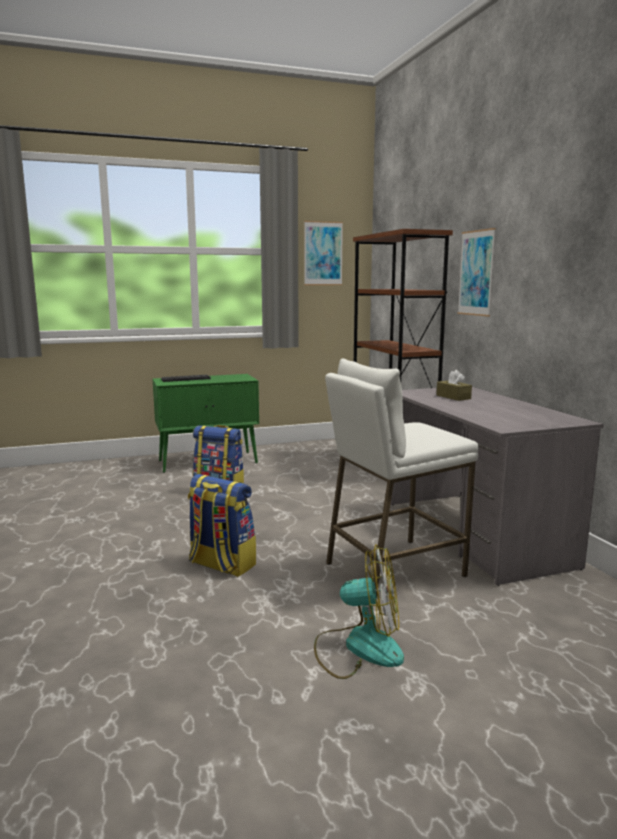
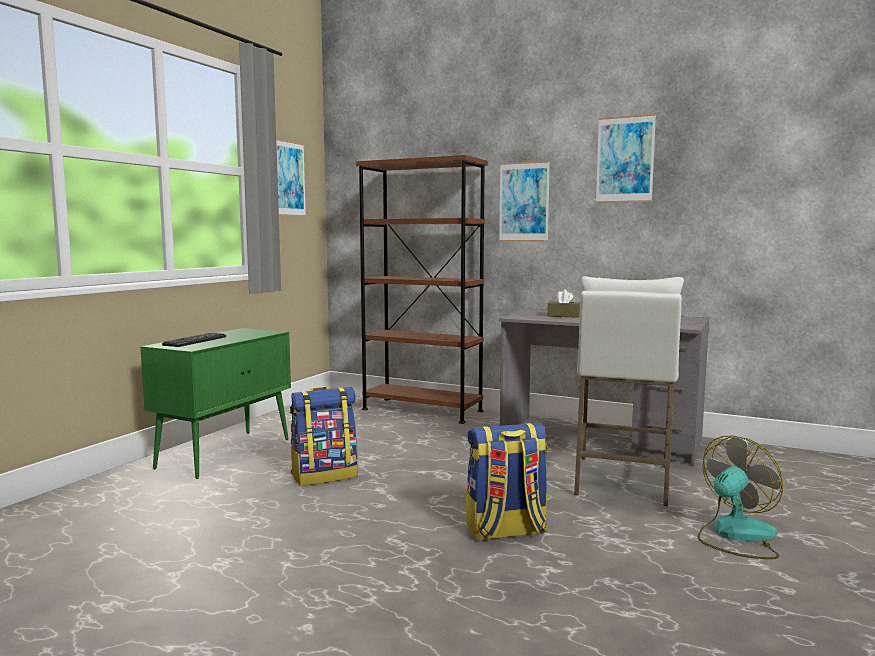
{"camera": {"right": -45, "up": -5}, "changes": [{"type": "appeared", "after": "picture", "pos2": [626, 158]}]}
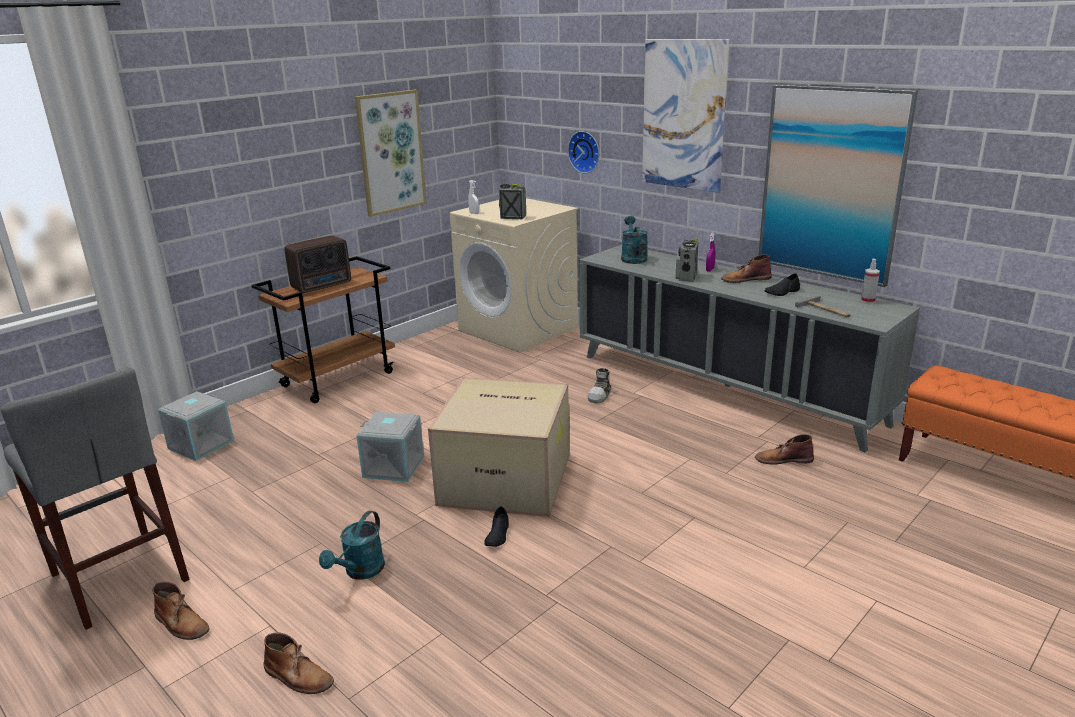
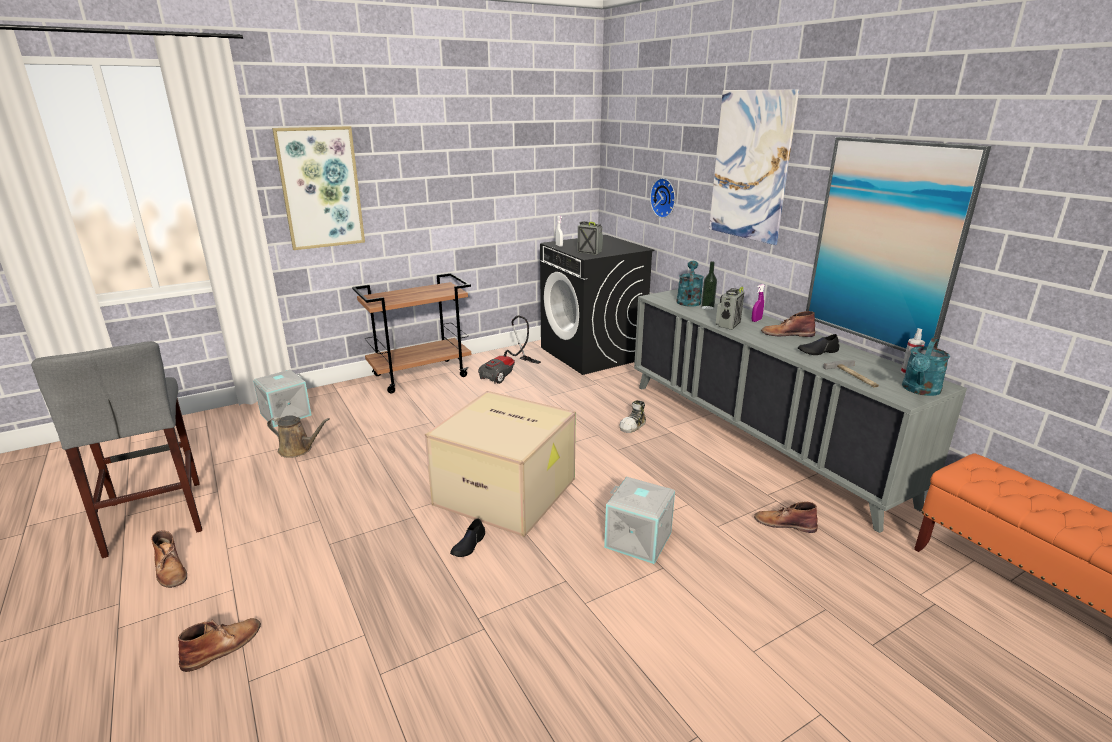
{"camera": {"right": 15, "up": 0}, "changes": [{"type": "relocated", "before": "picture", "pos1": [391, 153], "pos2": [318, 188]}, {"type": "colour", "before": "beige washing machine", "after": "blackish washing machine", "pos1": [514, 275], "pos2": [597, 305]}, {"type": "missing", "before": "radio receiver", "pos1": [317, 264]}, {"type": "relocated", "before": "grey storage box", "pos1": [390, 447], "pos2": [639, 520]}, {"type": "relocated", "before": "turquoise watering can", "pos1": [352, 545], "pos2": [926, 366]}, {"type": "spun", "before": "brownish high-top boot", "pos1": [298, 663], "pos2": [219, 645], "turn": -90}, {"type": "appeared", "after": "bottle", "pos2": [709, 285]}, {"type": "appeared", "after": "hoover", "pos2": [509, 349]}, {"type": "appeared", "after": "brownish watering can", "pos2": [298, 436]}]}
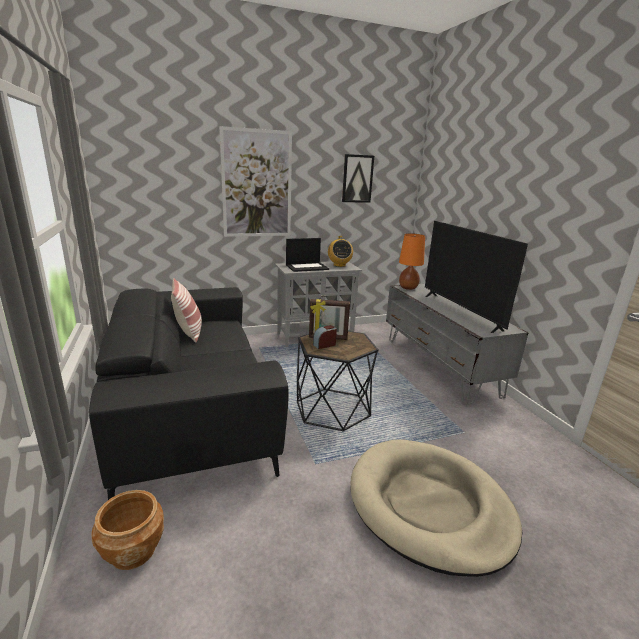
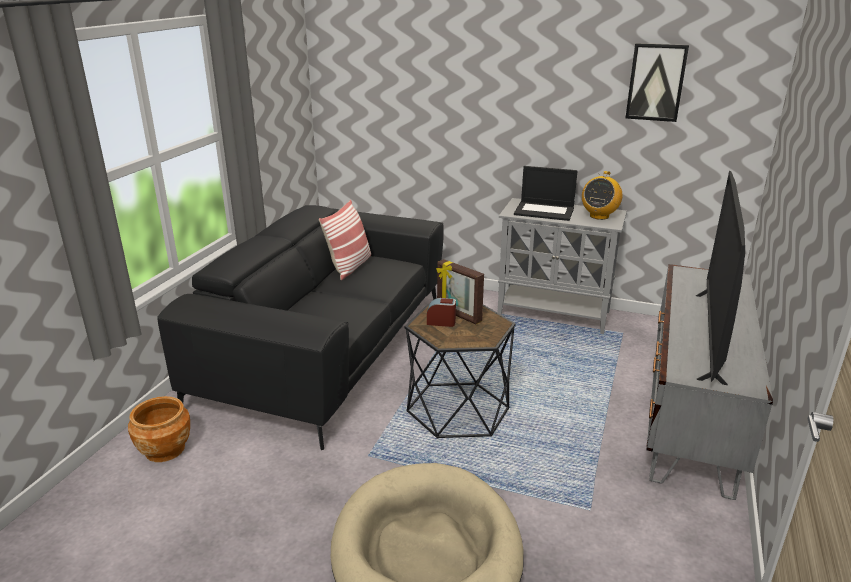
{"camera": {"right": 40, "up": 5}, "changes": [{"type": "missing", "before": "picture", "pos1": [255, 181]}, {"type": "missing", "before": "orange table lamp", "pos1": [412, 261]}]}
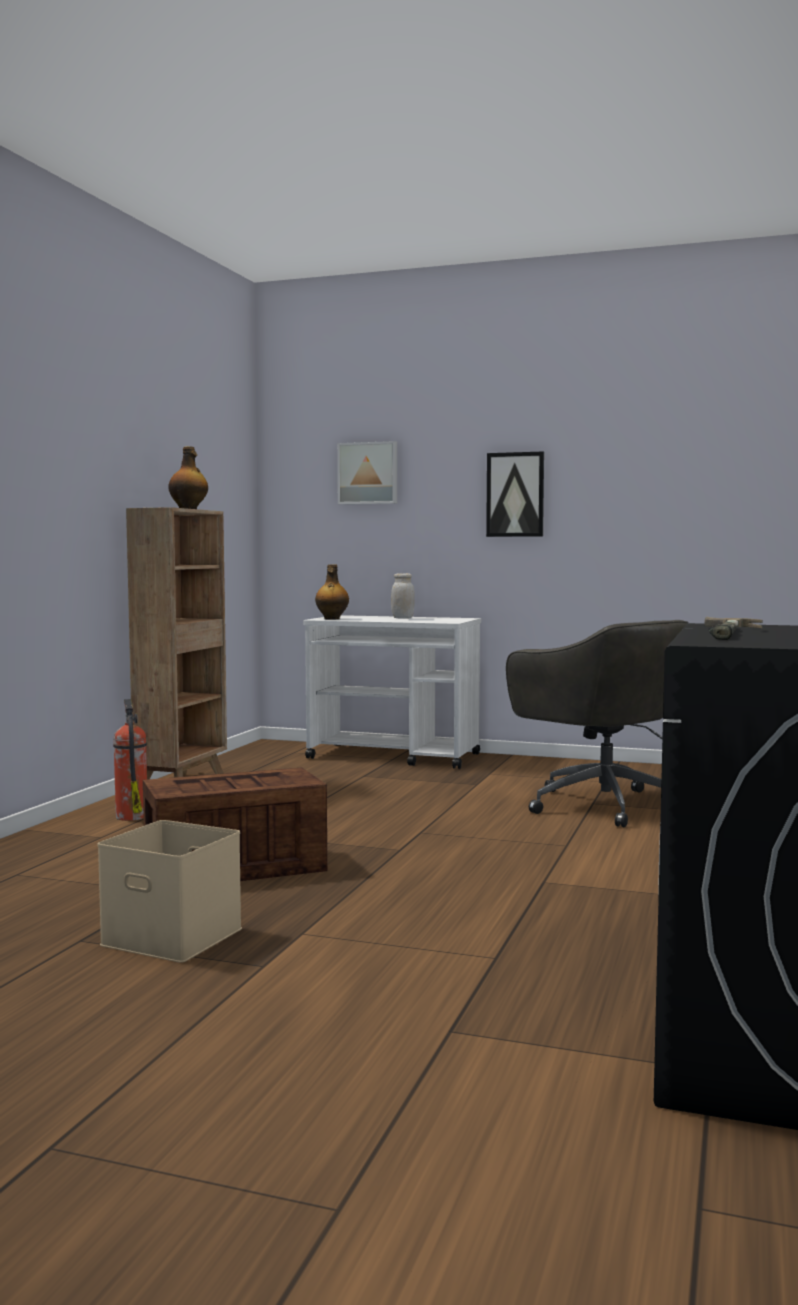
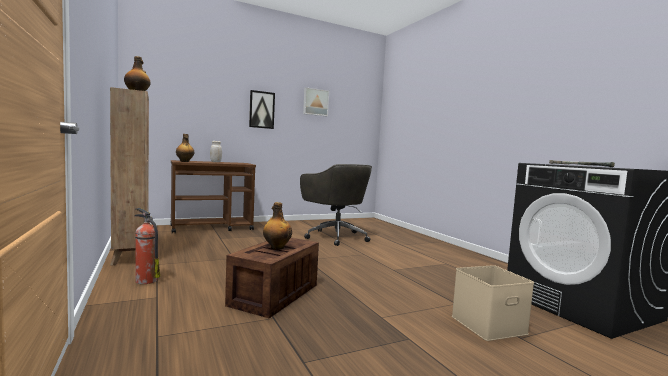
{"camera": {"right": -45, "up": 0}, "changes": [{"type": "relocated", "before": "picture", "pos1": [367, 473], "pos2": [316, 101]}, {"type": "colour", "before": "white wheeled cart", "after": "brownish wheeled cart", "pos1": [392, 692], "pos2": [213, 197]}, {"type": "spun", "before": "grey desk chair", "pos1": [597, 723], "pos2": [336, 205], "turn": 45}, {"type": "relocated", "before": "beige storage box", "pos1": [169, 891], "pos2": [493, 303]}, {"type": "appeared", "after": "bottle", "pos2": [277, 225]}]}
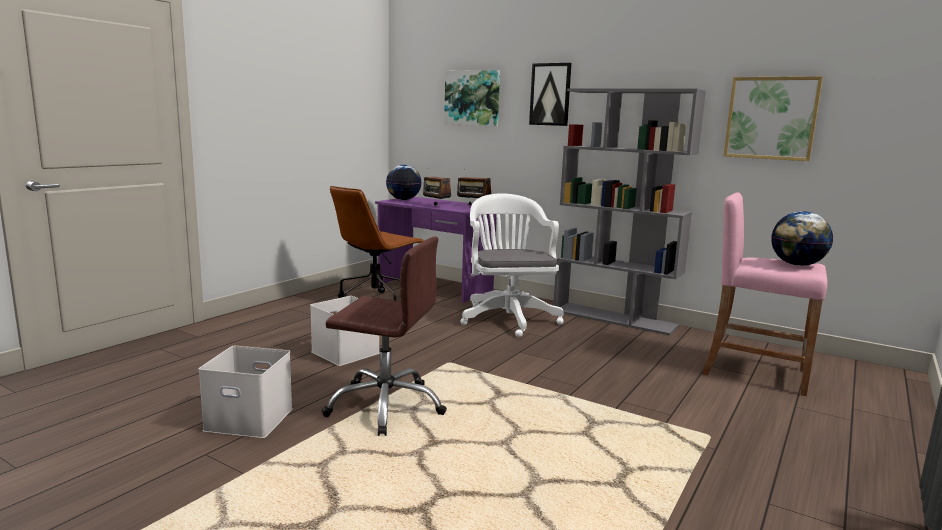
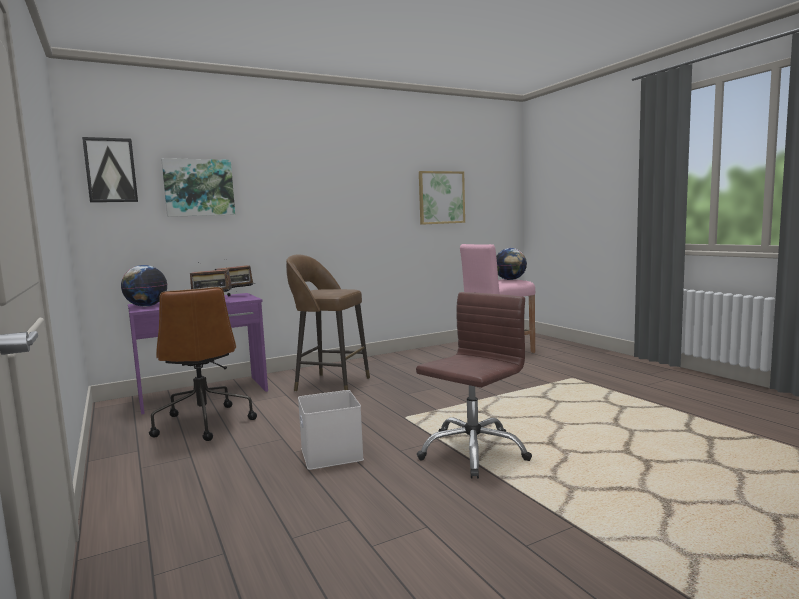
{"camera": {"right": -60, "up": -5}, "changes": [{"type": "relocated", "before": "picture", "pos1": [550, 94], "pos2": [110, 170]}, {"type": "missing", "before": "grey shelving unit", "pos1": [629, 212]}, {"type": "exchanged", "before": "white desk chair", "after": "brownish stool seat", "pos1": [512, 265], "pos2": [328, 323]}, {"type": "missing", "before": "white storage box", "pos1": [246, 392]}]}
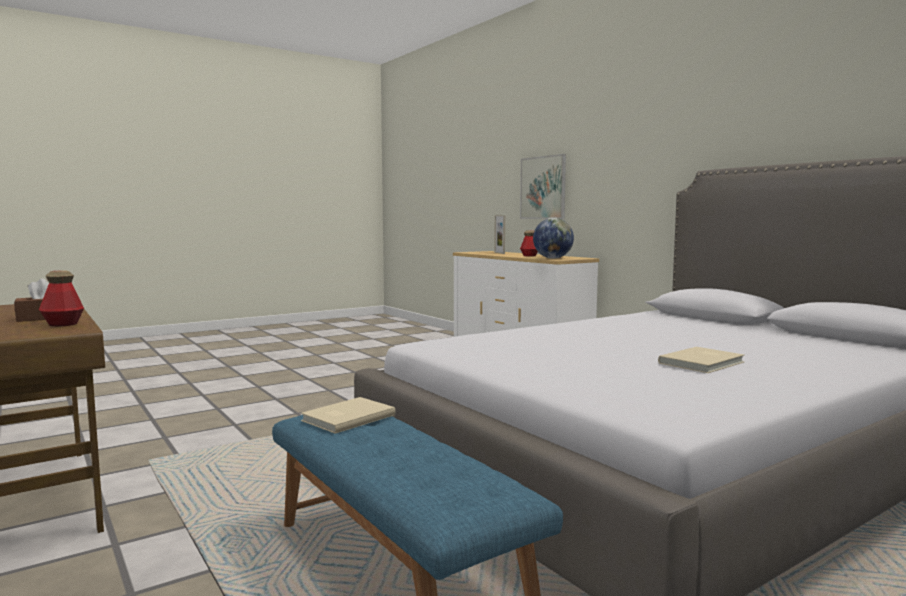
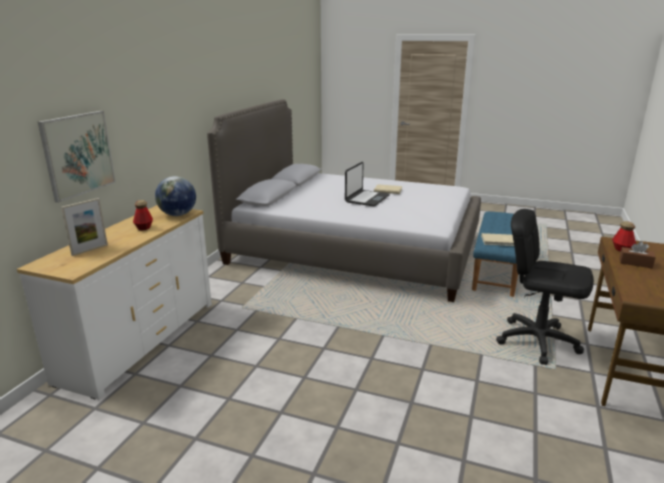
{"camera": {"right": -125, "up": 15}, "changes": [{"type": "appeared", "after": "laptop", "pos2": [367, 184]}, {"type": "appeared", "after": "blackish desk chair", "pos2": [545, 287]}]}
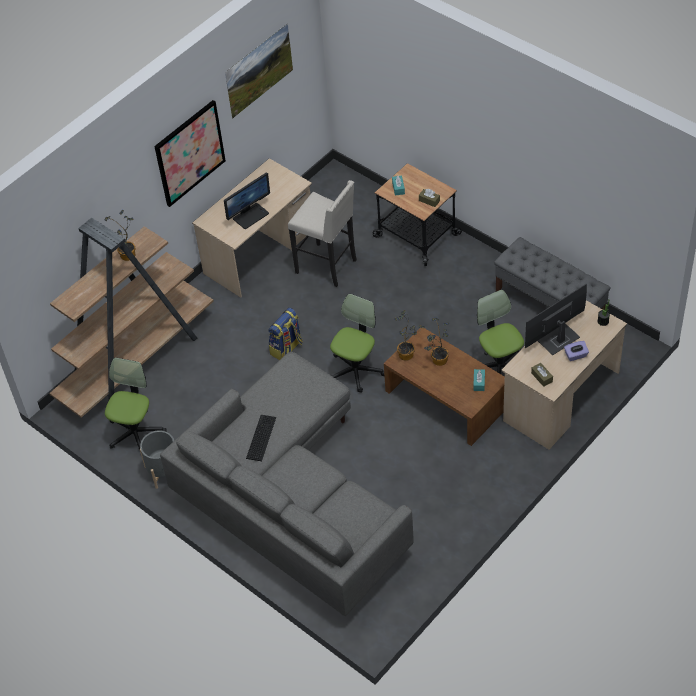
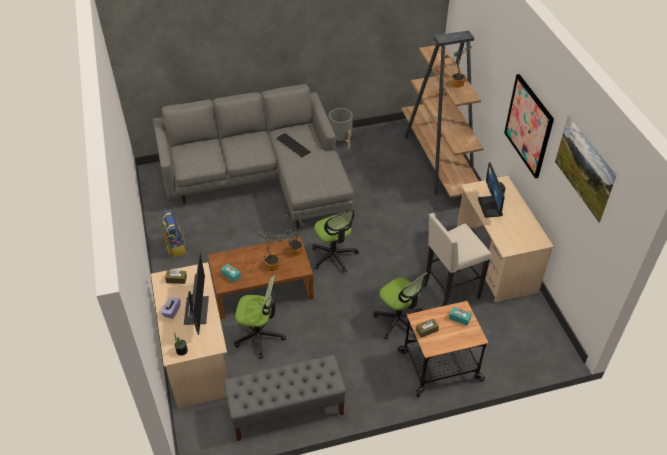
{"camera": {"right": 120, "up": -5}, "changes": [{"type": "relocated", "before": "backpack", "pos1": [285, 334], "pos2": [174, 233]}, {"type": "relocated", "before": "desk chair", "pos1": [136, 406], "pos2": [400, 306]}]}
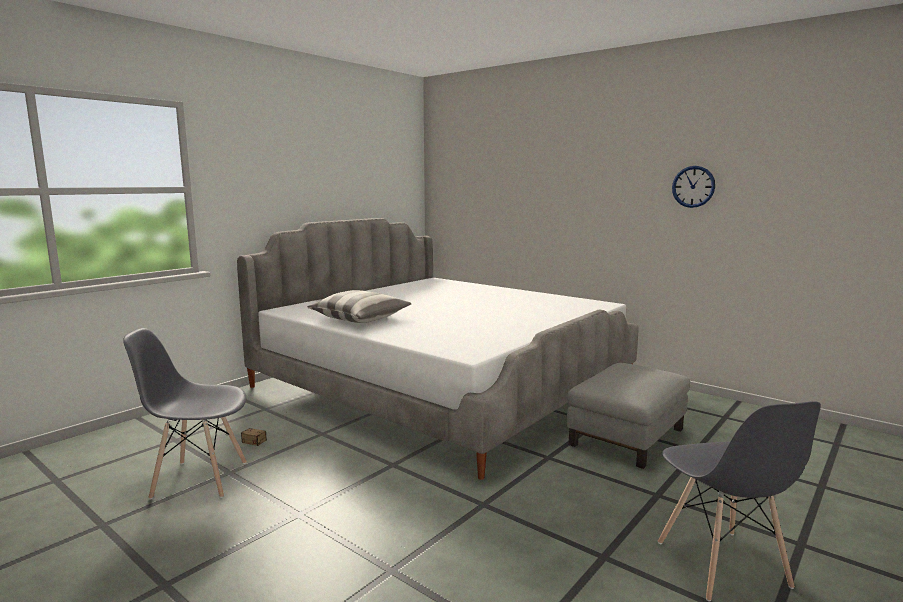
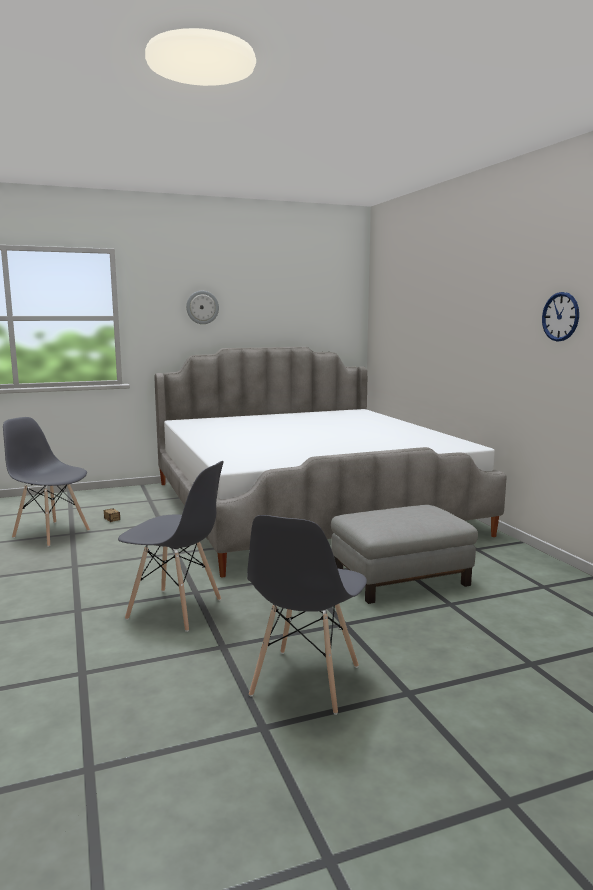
{"camera": {"right": 30, "up": 0}, "changes": [{"type": "missing", "before": "throw pillow", "pos1": [359, 306]}, {"type": "appeared", "after": "hanging clock", "pos2": [202, 307]}, {"type": "appeared", "after": "grey chair", "pos2": [170, 546]}]}
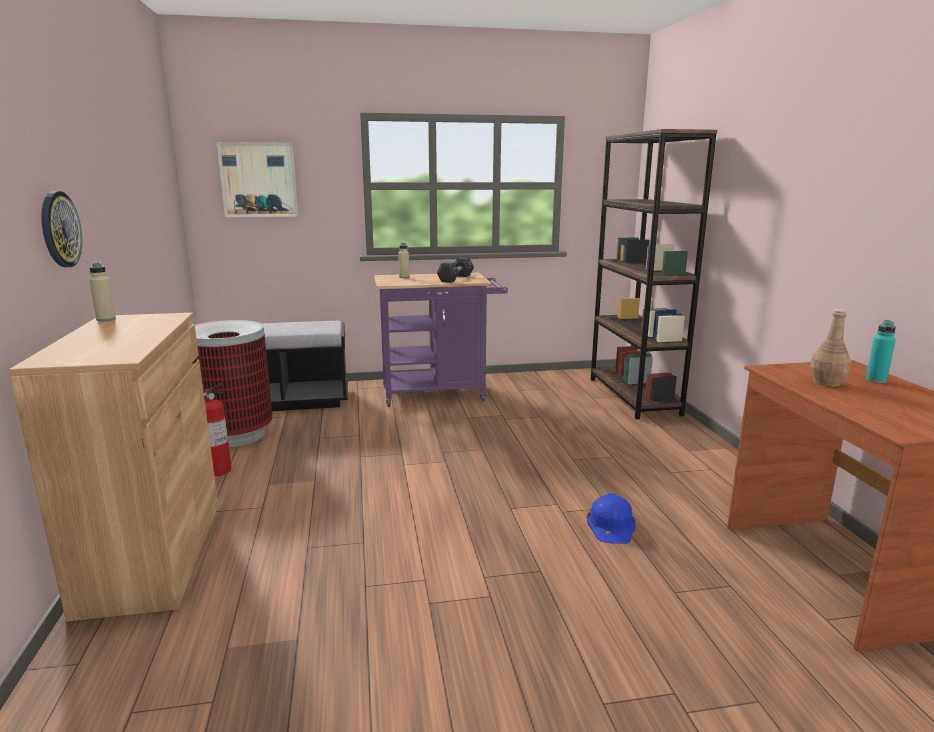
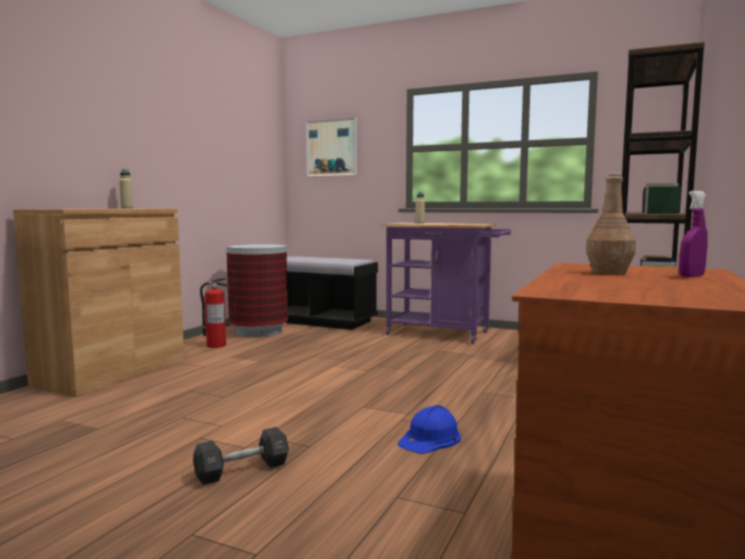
{"camera": {"right": 35, "up": -10}, "changes": [{"type": "missing", "before": "hanging clock", "pos1": [61, 229]}, {"type": "relocated", "before": "blackish hand weight", "pos1": [455, 270], "pos2": [241, 456]}, {"type": "exchanged", "before": "turquoise bottle", "after": "purplish hand sprayer", "pos1": [881, 351], "pos2": [693, 234]}]}
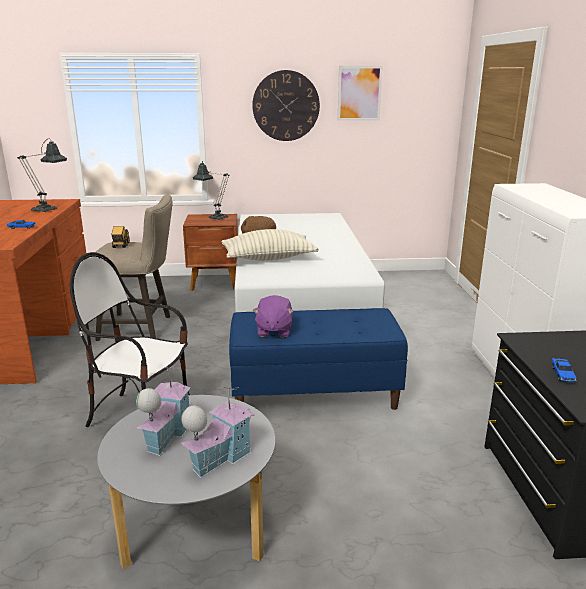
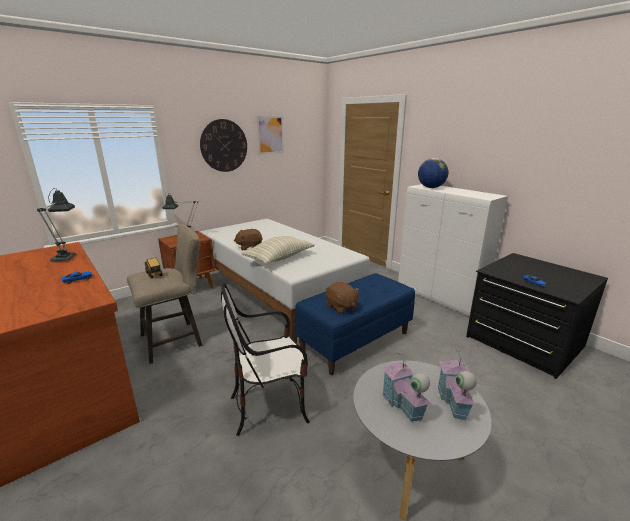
{"camera": {"right": -35, "up": 0}, "changes": [{"type": "colour", "before": "purplish plush toy", "after": "brownish plush toy", "pos1": [273, 316], "pos2": [342, 298]}, {"type": "appeared", "after": "globe", "pos2": [433, 173]}]}
